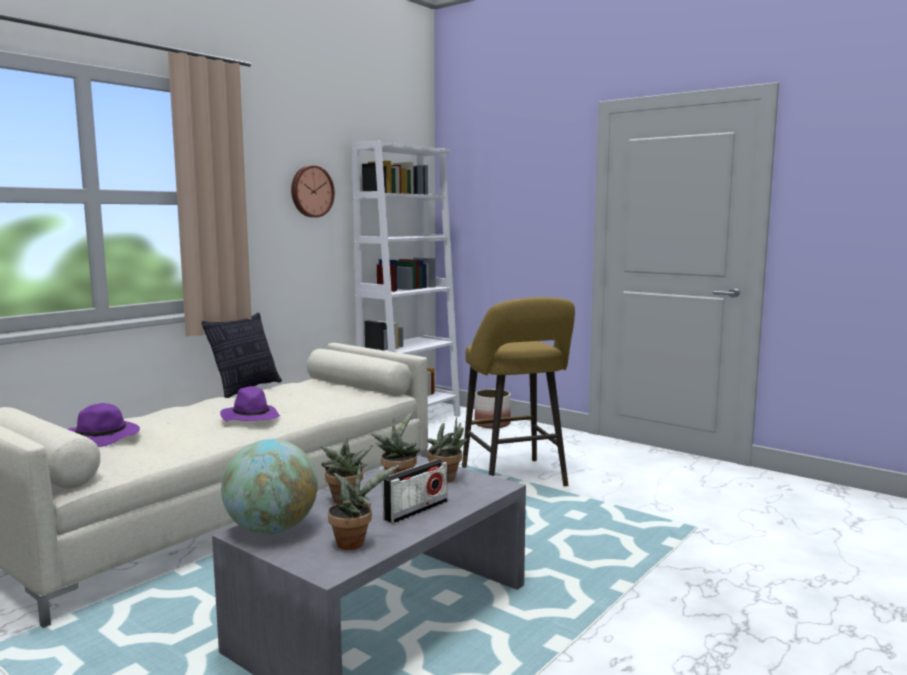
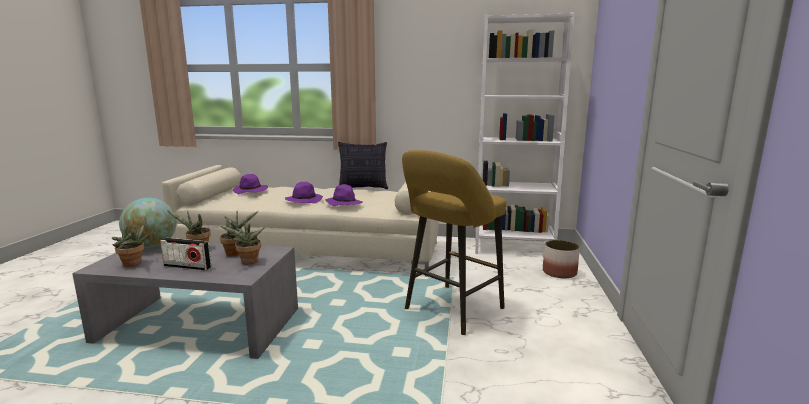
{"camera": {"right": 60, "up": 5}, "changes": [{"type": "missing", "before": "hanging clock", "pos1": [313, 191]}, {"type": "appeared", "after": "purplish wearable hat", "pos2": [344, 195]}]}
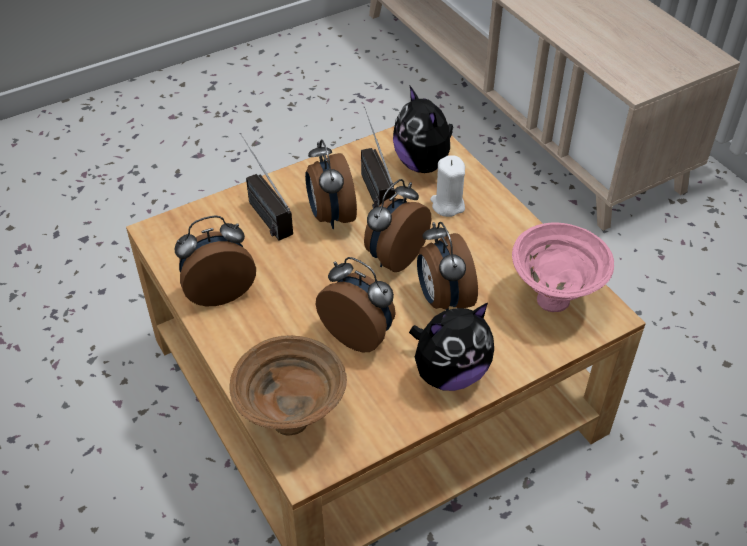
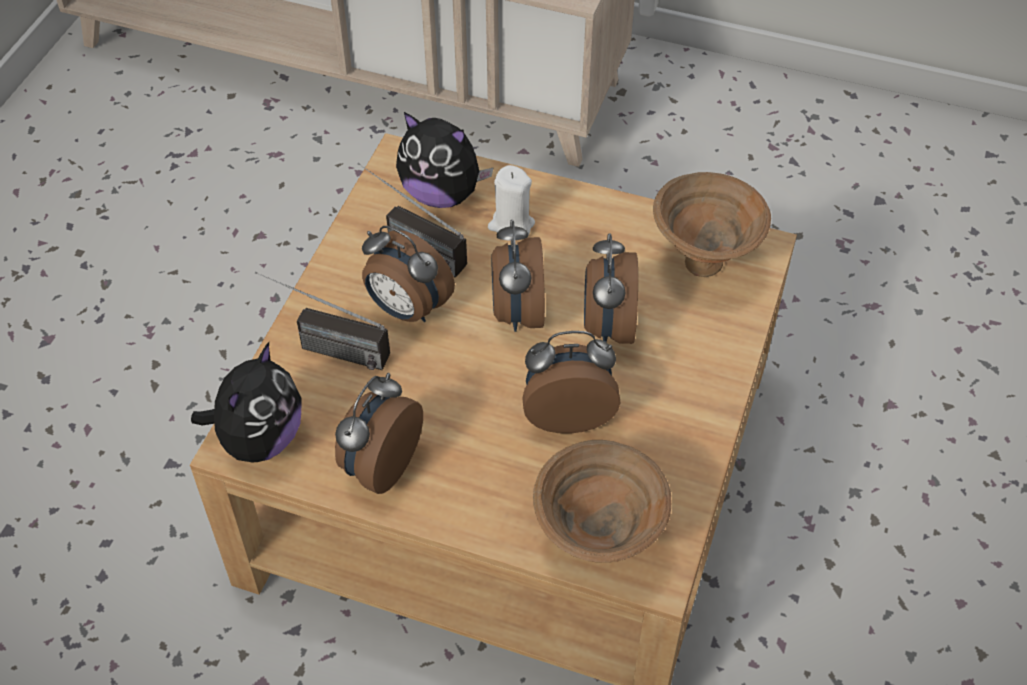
{"camera": {"right": -40, "up": 5}, "changes": [{"type": "spun", "before": "table clock", "pos1": [447, 266], "pos2": [611, 288], "turn": 60}, {"type": "colour", "before": "pink serving bowl", "after": "brownish serving bowl", "pos1": [563, 267], "pos2": [712, 224]}, {"type": "relocated", "before": "plush toy", "pos1": [451, 347], "pos2": [246, 402]}]}
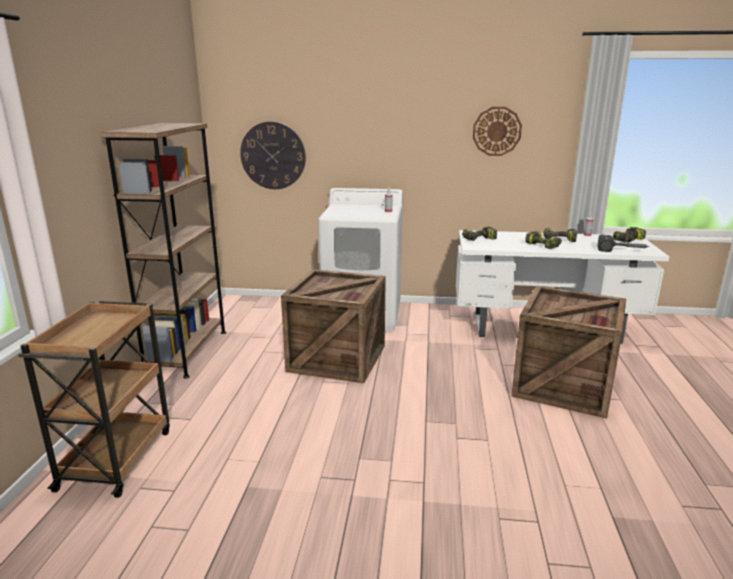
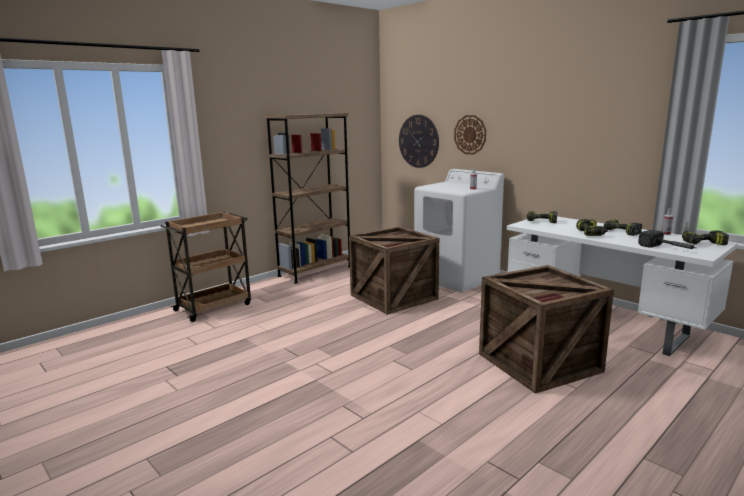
{"camera": {"right": 40, "up": -5}, "changes": [{"type": "relocated", "before": "hanging clock", "pos1": [497, 131], "pos2": [470, 135]}]}
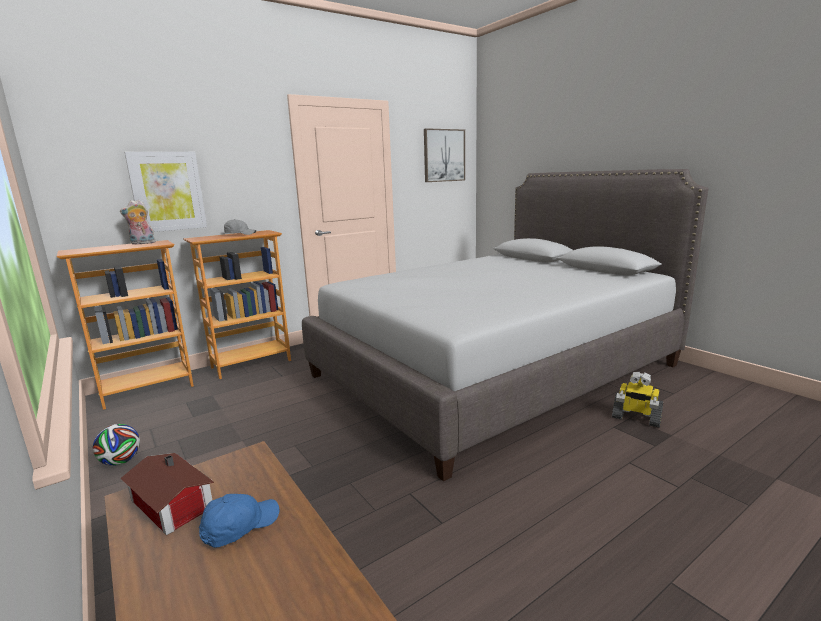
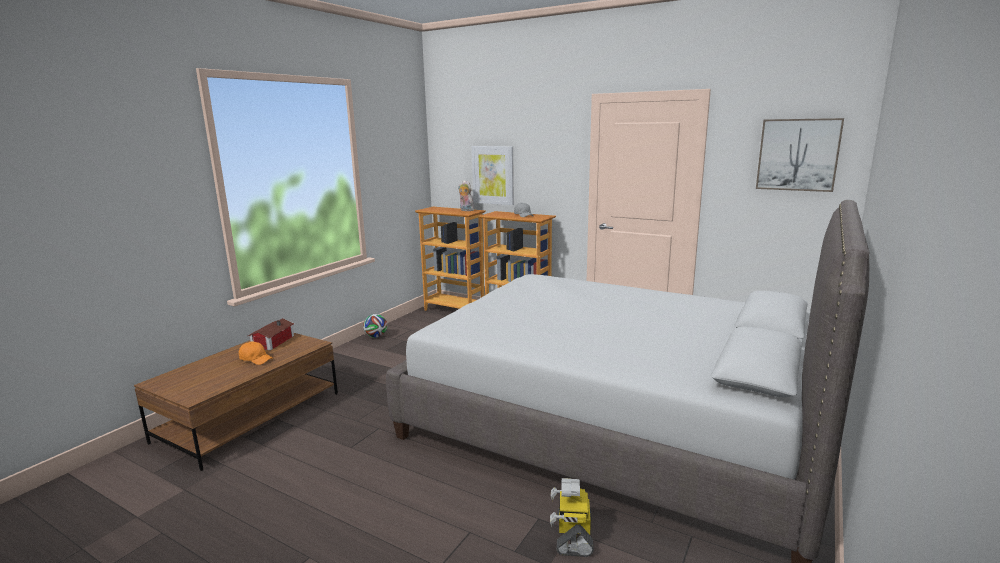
{"camera": {"right": 65, "up": 0}, "changes": [{"type": "colour", "before": "blue peaked cap", "after": "orange peaked cap", "pos1": [239, 521], "pos2": [256, 353]}]}
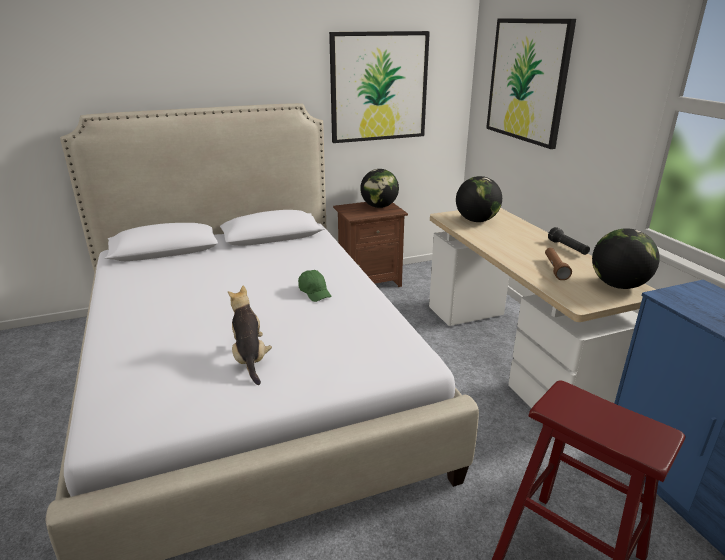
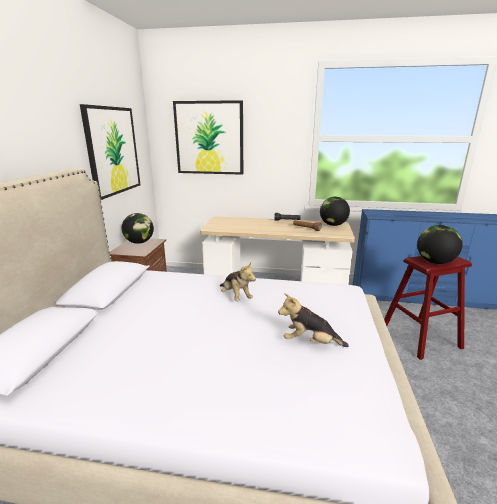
{"camera": {"right": -60, "up": -5}, "changes": [{"type": "relocated", "before": "globe", "pos1": [479, 199], "pos2": [440, 244]}, {"type": "exchanged", "before": "green-coloured peaked cap", "after": "plush toy", "pos1": [315, 286], "pos2": [238, 282]}]}
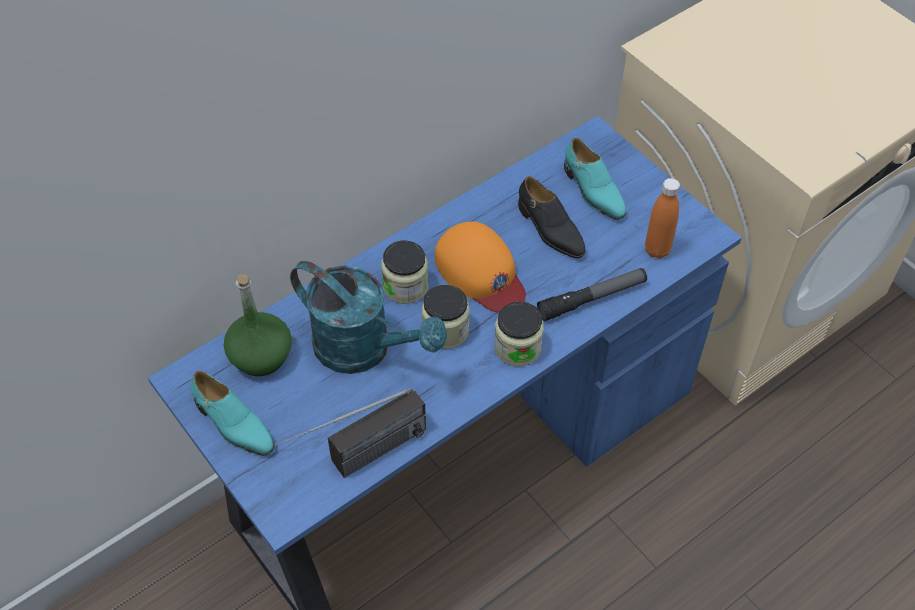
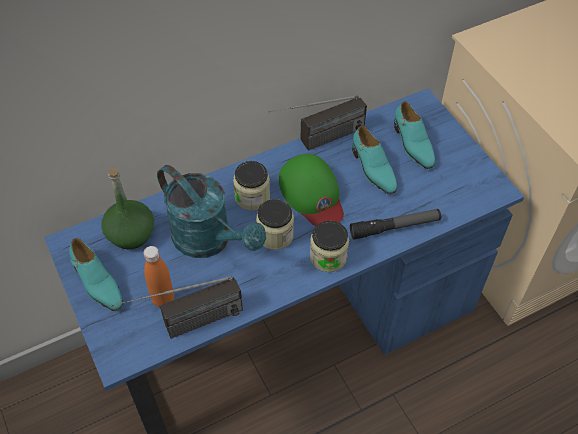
{"camera": {"right": 10, "up": 0}, "changes": [{"type": "colour", "before": "blackish item of footwear", "after": "turquoise item of footwear", "pos1": [552, 217], "pos2": [374, 160]}, {"type": "relocated", "before": "orange bottle", "pos1": [662, 218], "pos2": [159, 276]}, {"type": "colour", "before": "orange peaked cap", "after": "green-coloured peaked cap", "pos1": [480, 266], "pos2": [311, 190]}, {"type": "appeared", "after": "radio receiver", "pos2": [317, 123]}]}
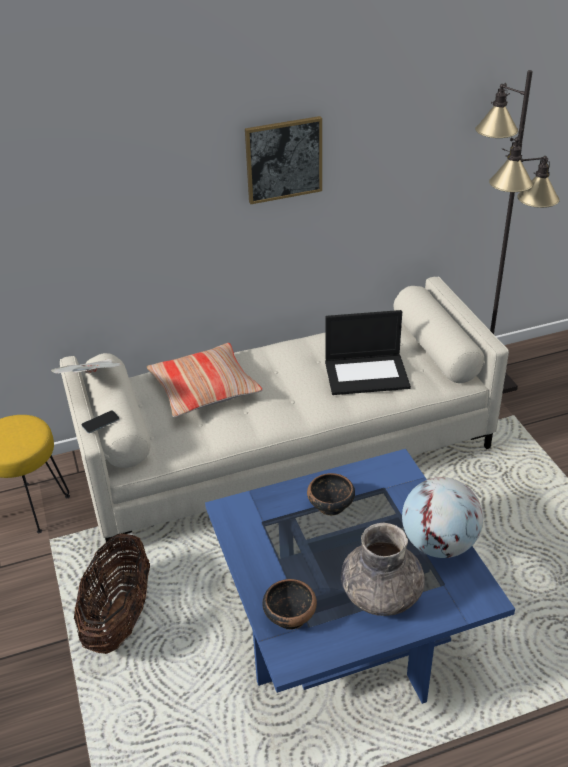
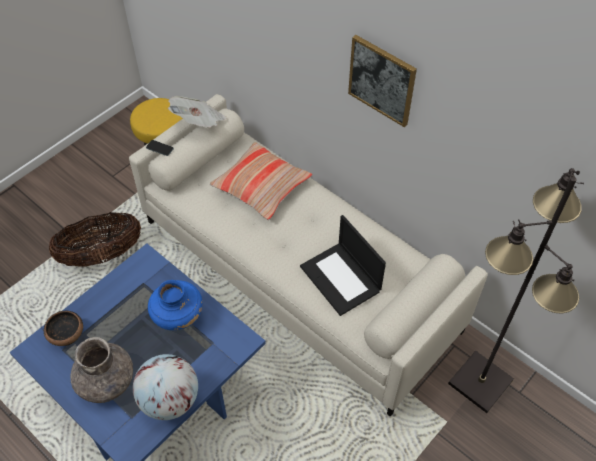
{"camera": {"right": 60, "up": 15}, "changes": [{"type": "exchanged", "before": "serving bowl", "after": "blue flower vase", "pos1": [331, 494], "pos2": [175, 305]}]}
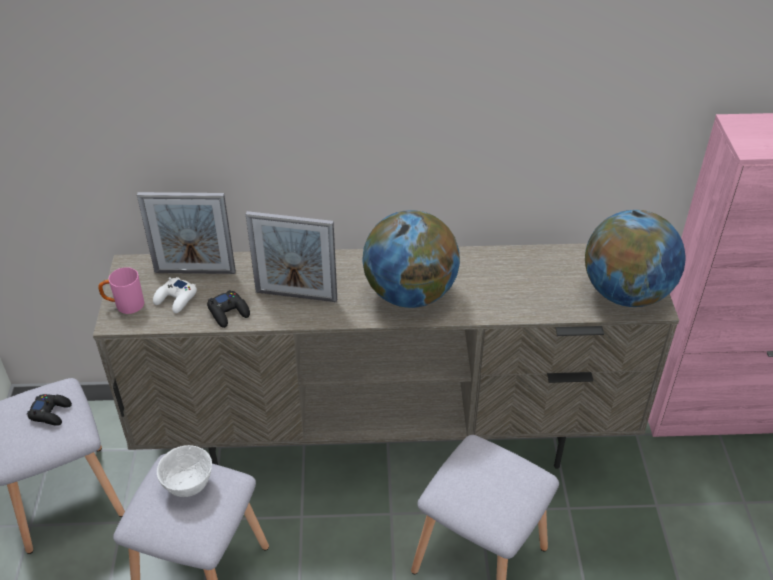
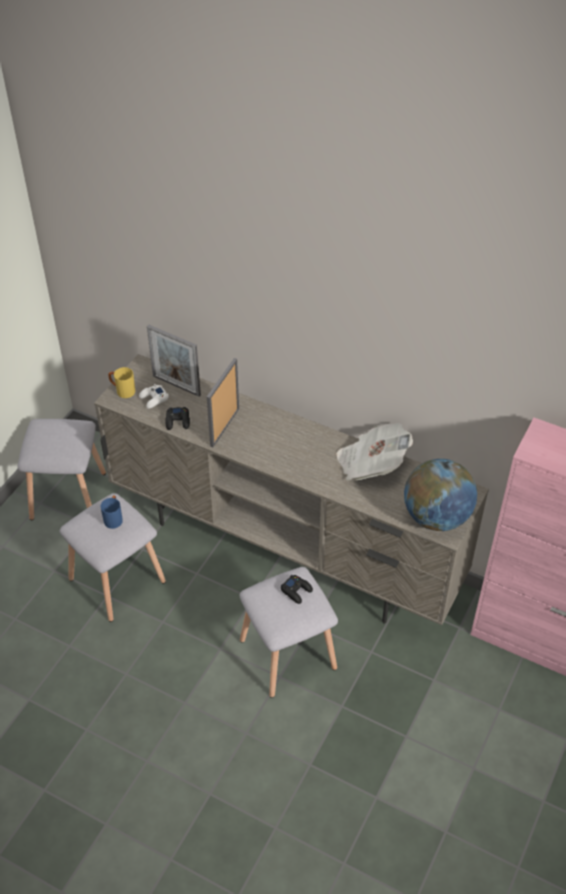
{"camera": {"right": 30, "up": 5}, "changes": [{"type": "missing", "before": "globe", "pos1": [411, 259]}, {"type": "spun", "before": "photo frame", "pos1": [291, 256], "pos2": [223, 402], "turn": 75}, {"type": "colour", "before": "pink tea mug", "after": "yellow-coloured tea mug", "pos1": [121, 290], "pos2": [121, 382]}, {"type": "relocated", "before": "blackish gamepad", "pos1": [49, 410], "pos2": [297, 589]}, {"type": "exchanged", "before": "white serving bowl", "after": "blue tea mug", "pos1": [184, 471], "pos2": [111, 512]}, {"type": "appeared", "after": "printed paper", "pos2": [374, 452]}]}
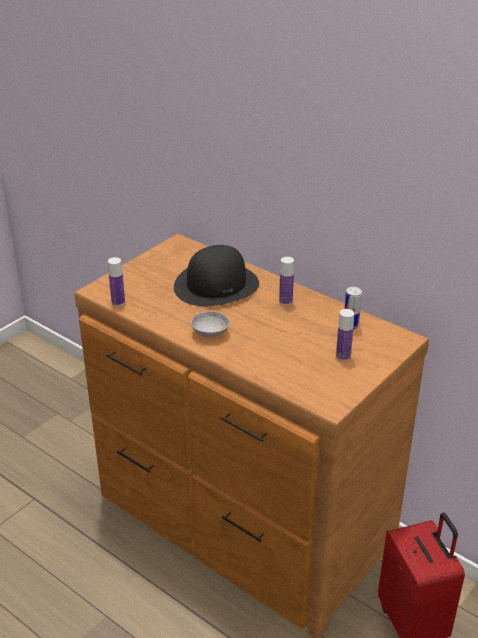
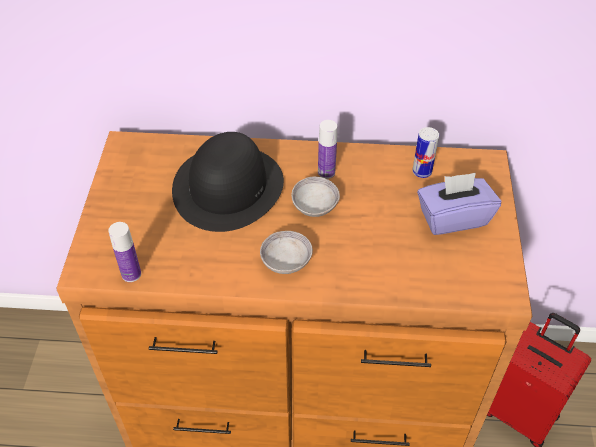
{"camera": {"right": -35, "up": 15}, "changes": [{"type": "exchanged", "before": "bottle", "after": "purplish tissue box", "pos1": [345, 335], "pos2": [459, 204]}, {"type": "appeared", "after": "grey serving bowl", "pos2": [316, 197]}]}
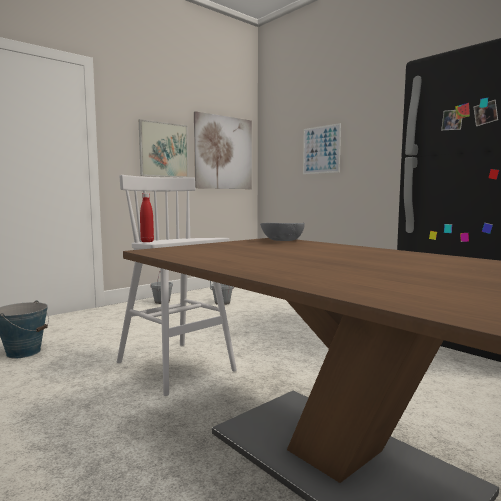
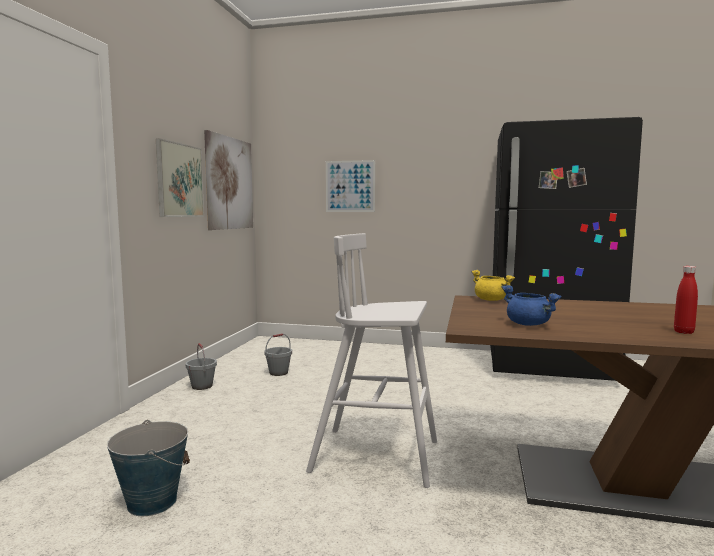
{"camera": {"right": -35, "up": 0}, "changes": [{"type": "relocated", "before": "reddish bottle", "pos1": [147, 217], "pos2": [686, 300]}, {"type": "exchanged", "before": "grey serving bowl", "after": "yellow-coloured saucepot", "pos1": [282, 232], "pos2": [493, 285]}, {"type": "appeared", "after": "blue saucepot", "pos2": [531, 305]}]}
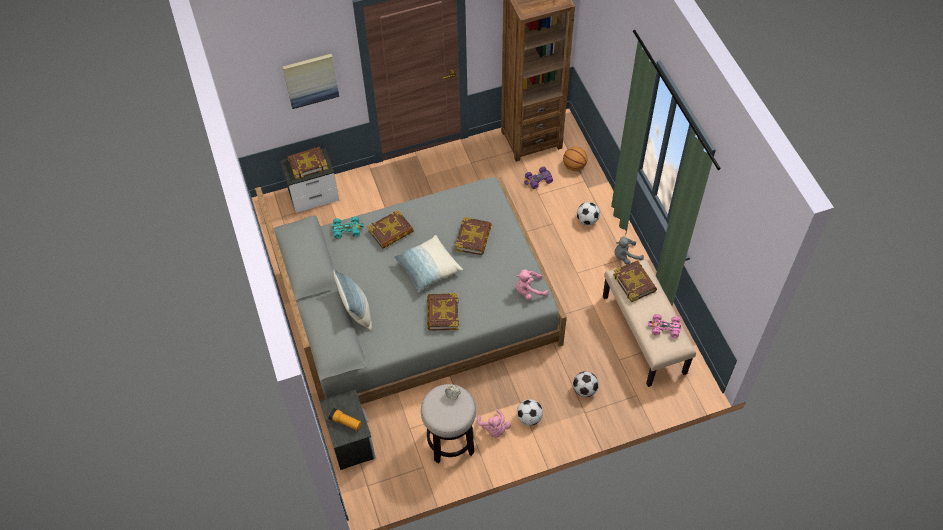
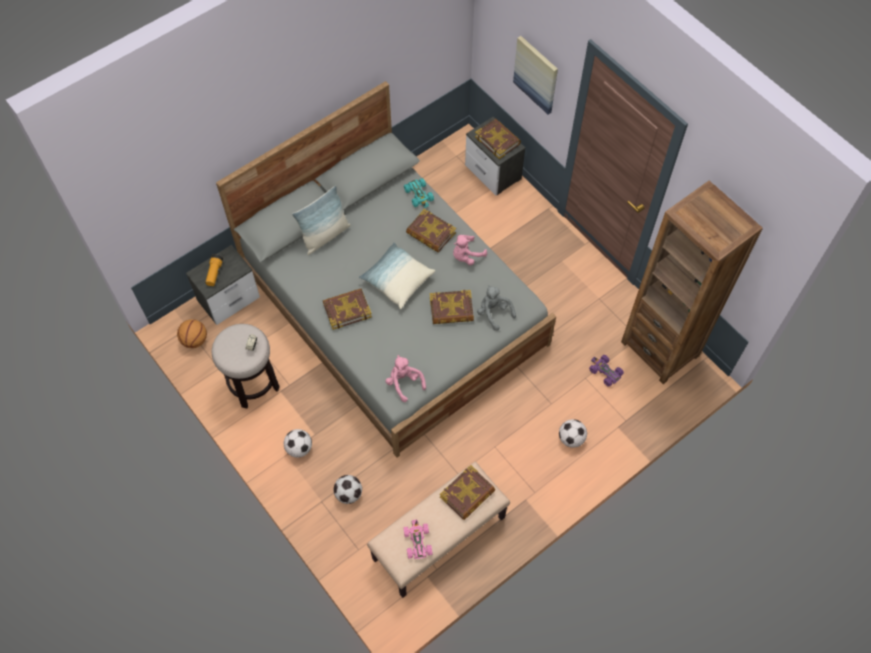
{"camera": {"right": 70, "up": 5}, "changes": [{"type": "relocated", "before": "basketball ball", "pos1": [575, 159], "pos2": [192, 333]}, {"type": "relocated", "before": "grey plush toy", "pos1": [629, 251], "pos2": [496, 308]}, {"type": "relocated", "before": "pink plush toy", "pos1": [494, 423], "pos2": [470, 250]}]}
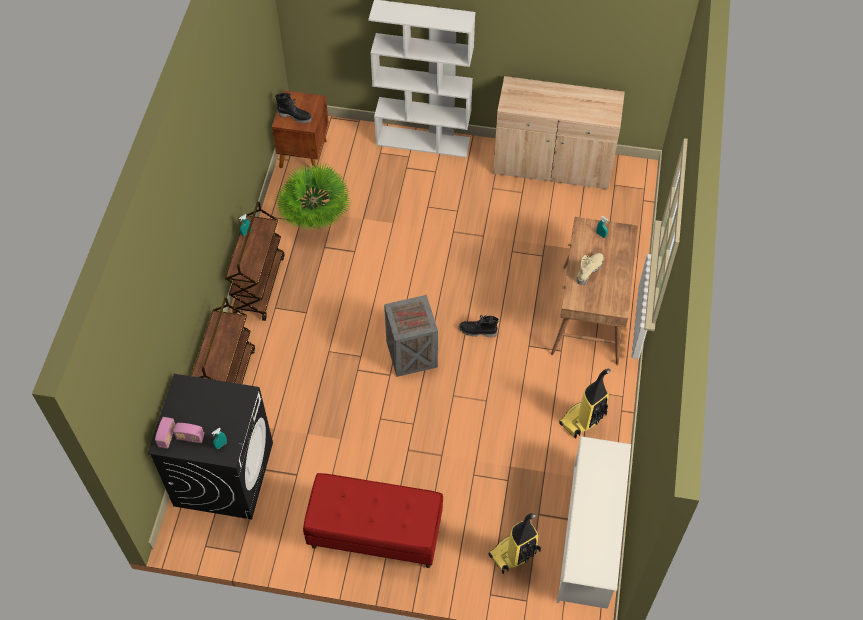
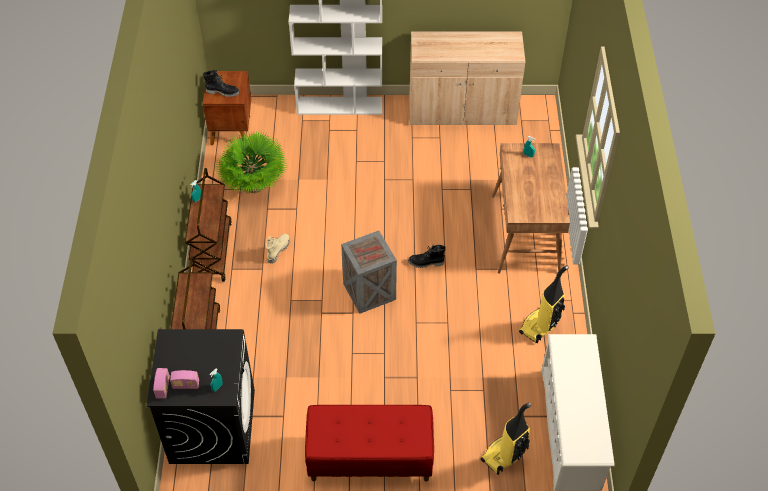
{"camera": {"right": -10, "up": -5}, "changes": [{"type": "relocated", "before": "beige high-top boot", "pos1": [590, 269], "pos2": [278, 248]}]}
